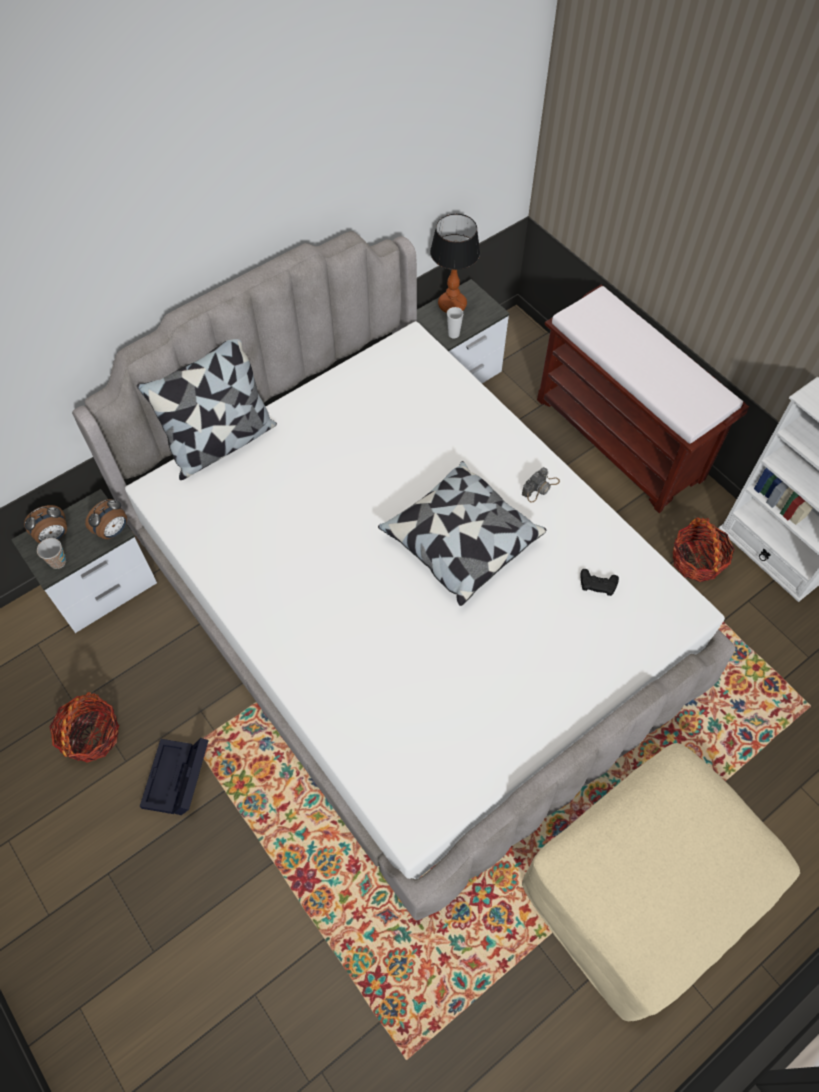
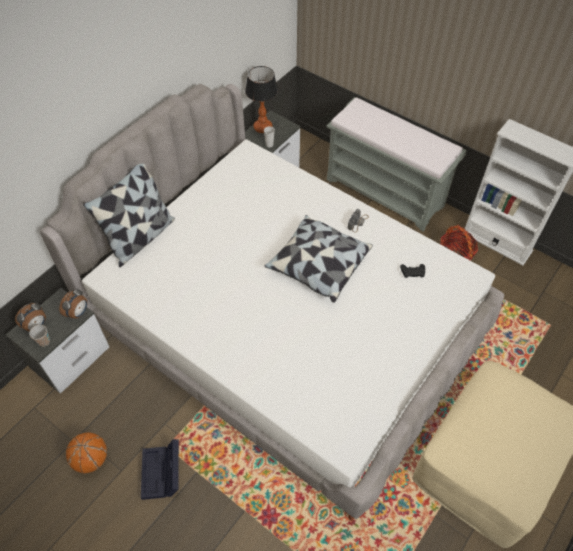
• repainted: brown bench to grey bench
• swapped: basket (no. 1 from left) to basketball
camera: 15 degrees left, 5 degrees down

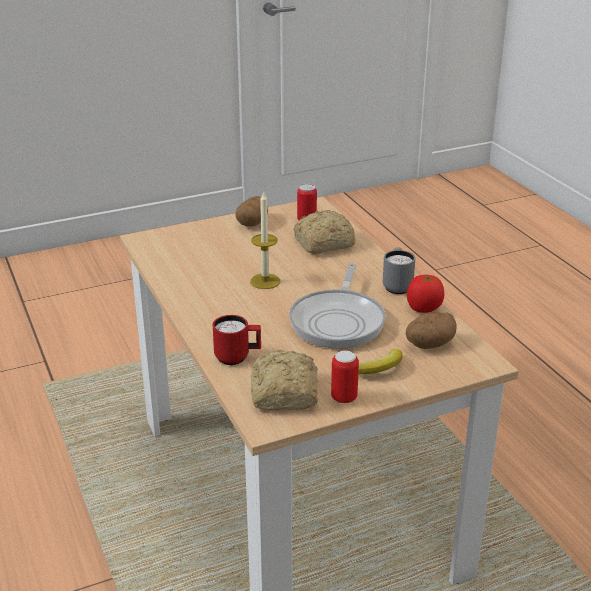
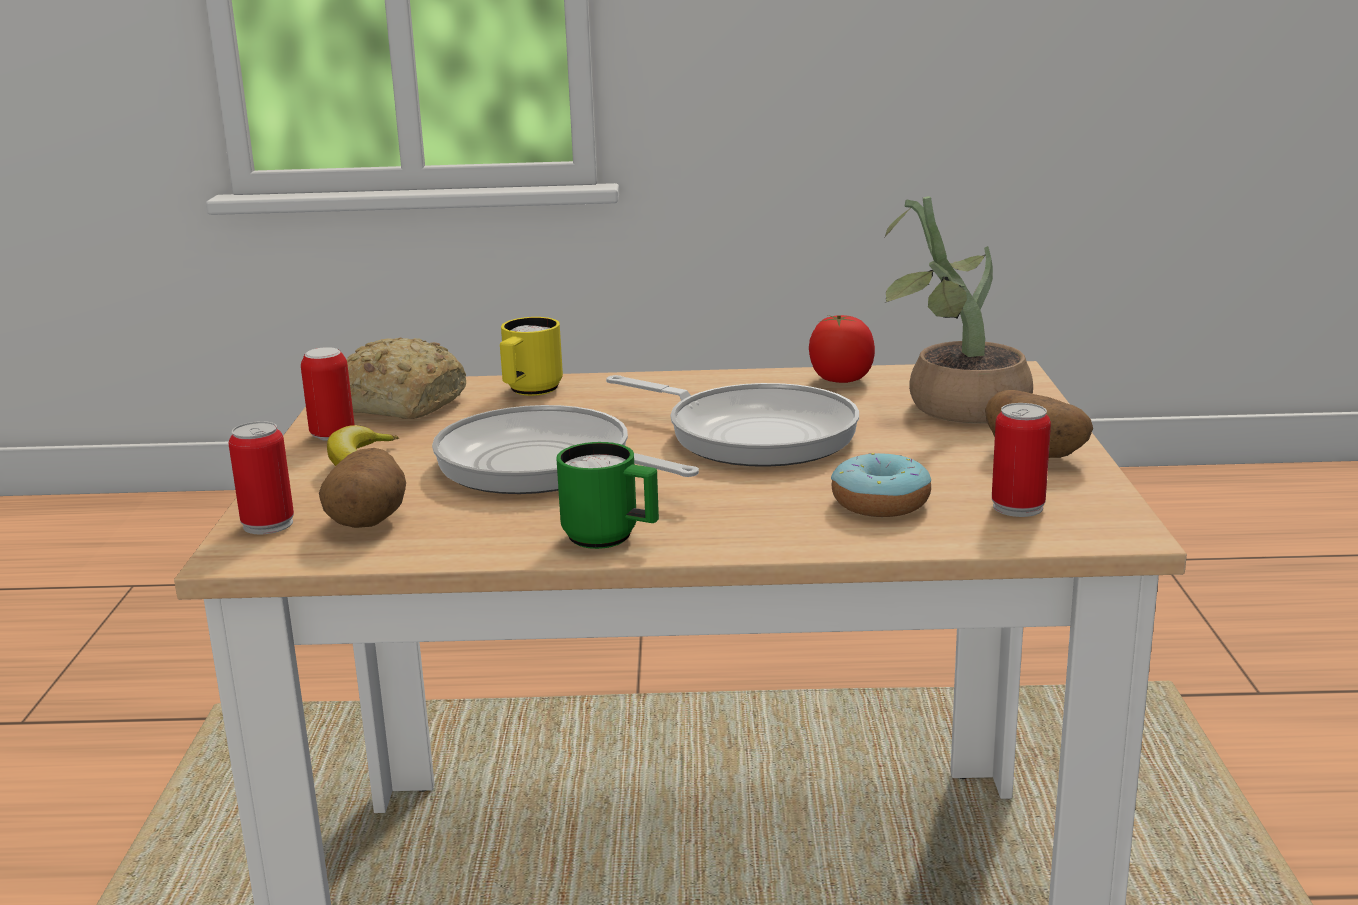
• swapped: candle to frying pan (no. 2 from left)
• swapped: bread (no. 2 from left) to donut
• repainted: grey mug to green mug
• shifted: tomato
• repainted: red mug to yellow mug
• new: potted plant
• new: can (no. 1 from left)
camera: 115 degrees right, 10 degrees down

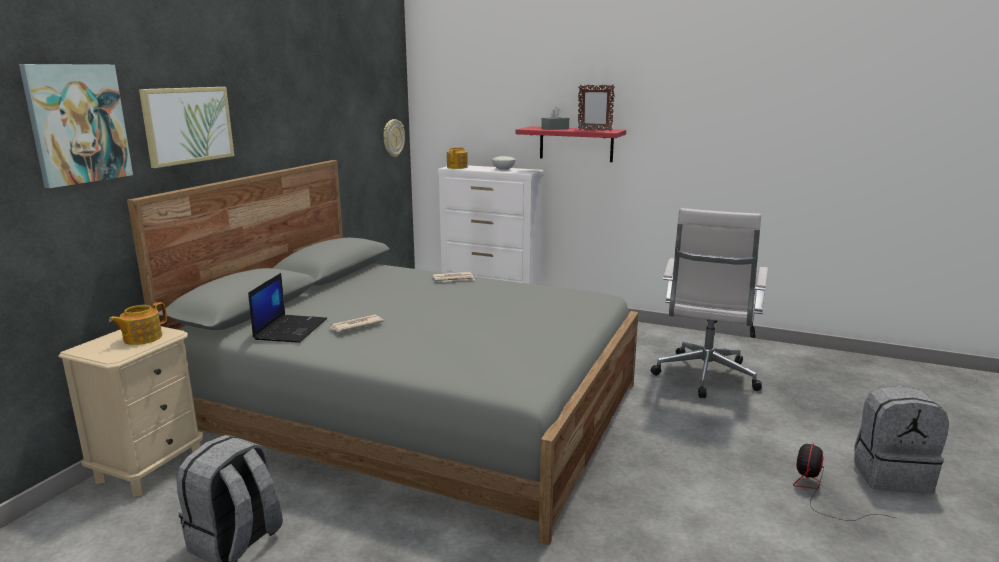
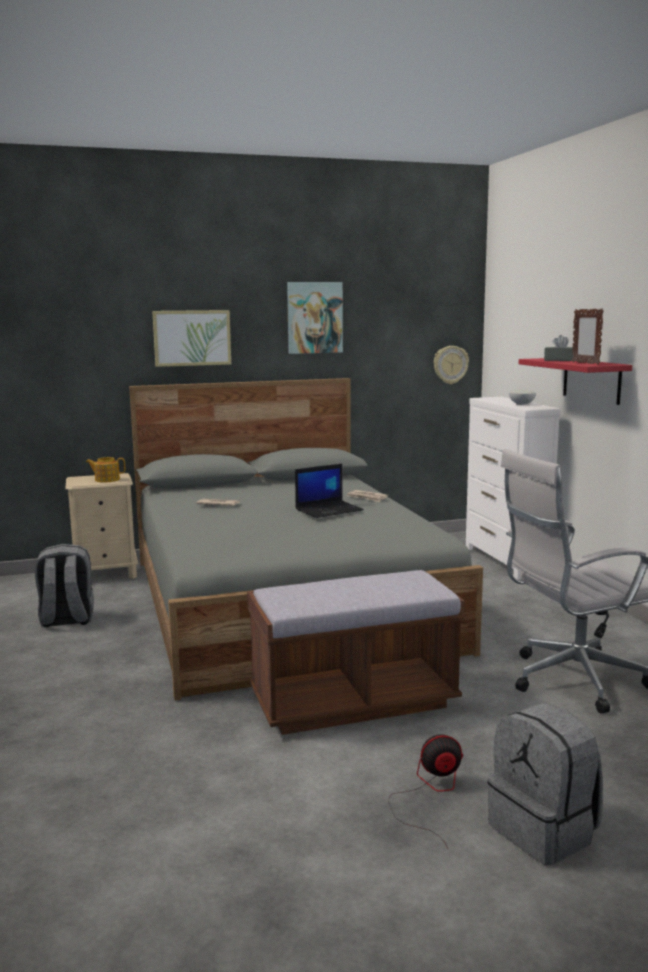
• shifted: picture (no. 1 from left in the first image) to picture (no. 2 from left)
• gone: teapot (no. 2 from left)
• shifted: laptop
• new: brown bench
camera: 50 degrees right, 5 degrees down

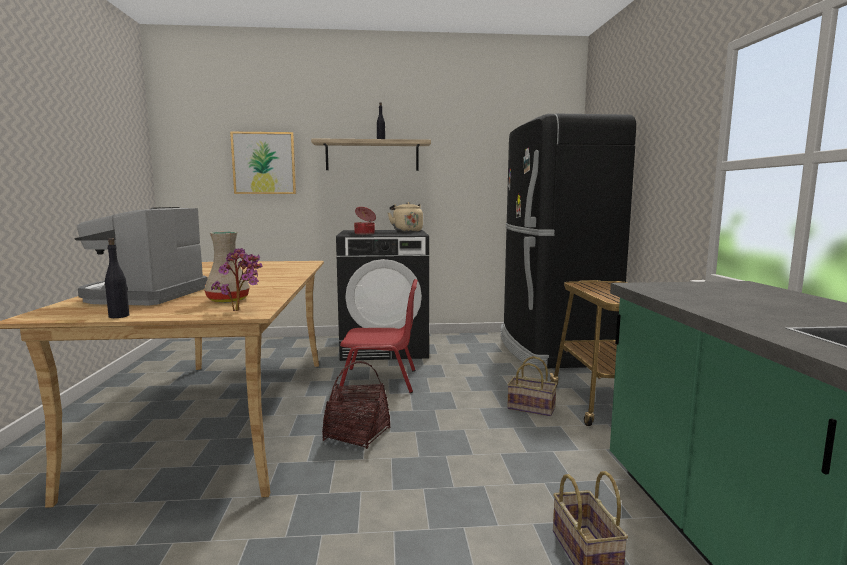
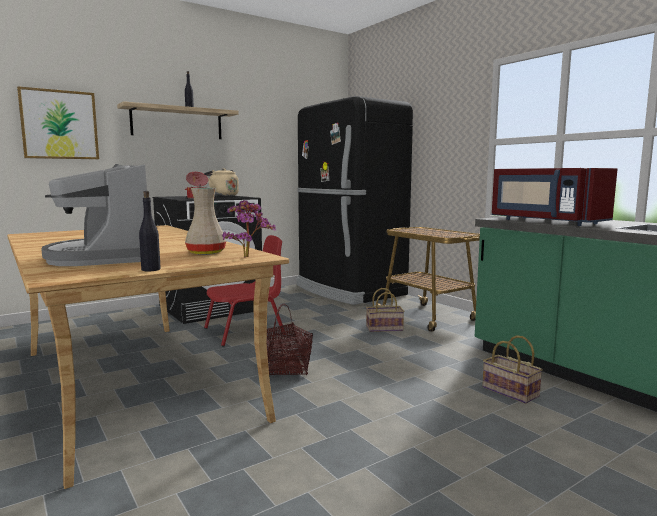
• new: red microwave
camera: 30 degrees left, 0 degrees up

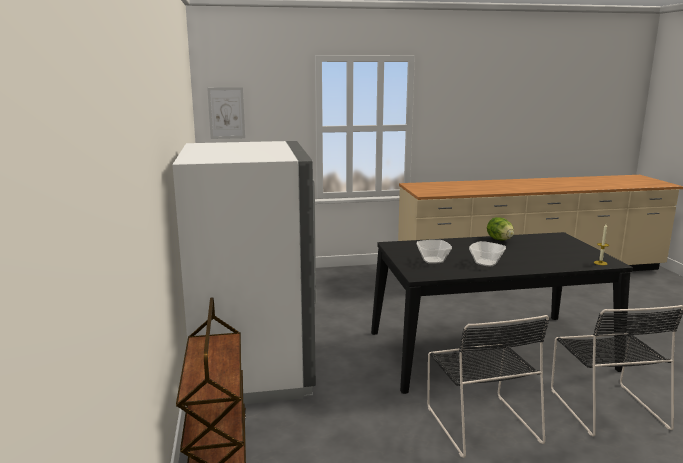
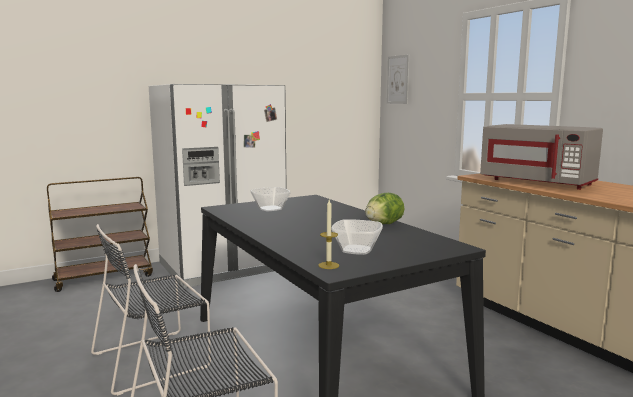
• shifted: bowl (no. 2 from left)
• new: grey microwave
camera: 70 degrees right, 5 degrees down

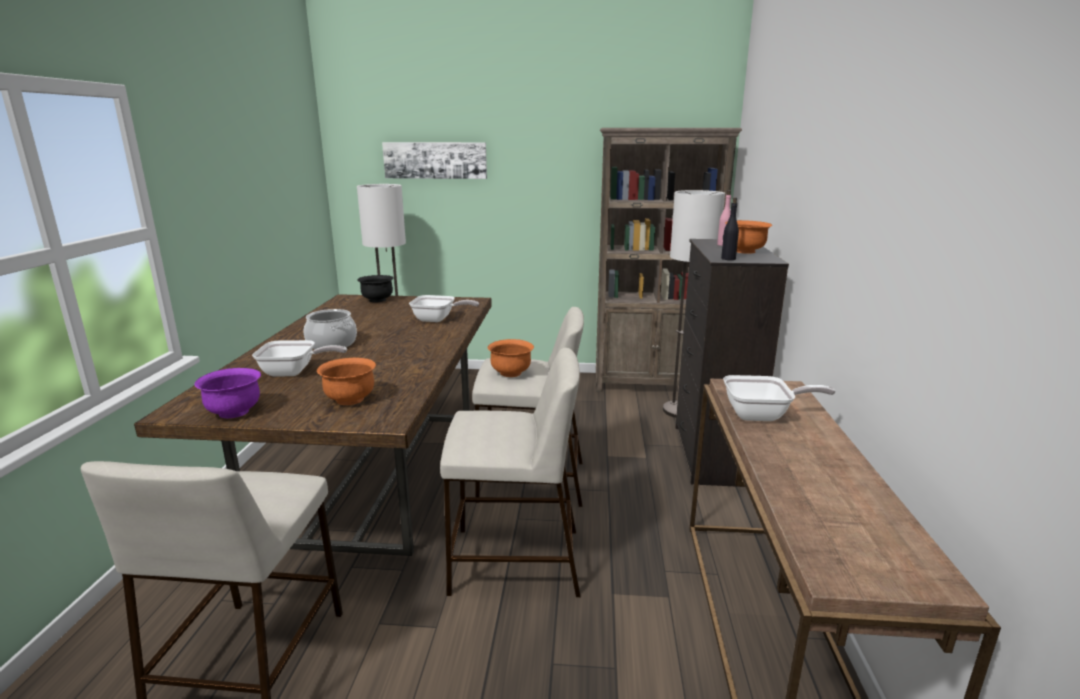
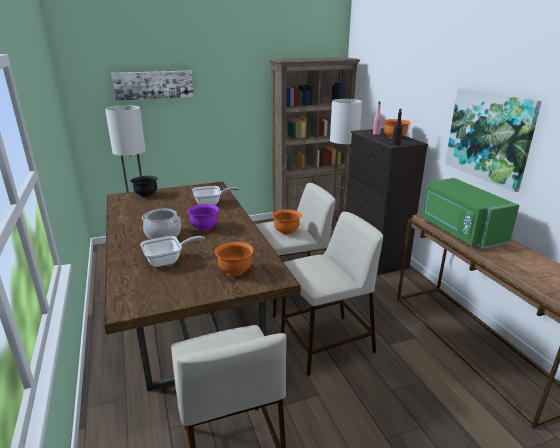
• shifted: purple bowl
• swapped: frying pan (no. 3 from left) to green microwave
• new: picture (no. 2 from left)
camera: 25 degrees left, 5 degrees up

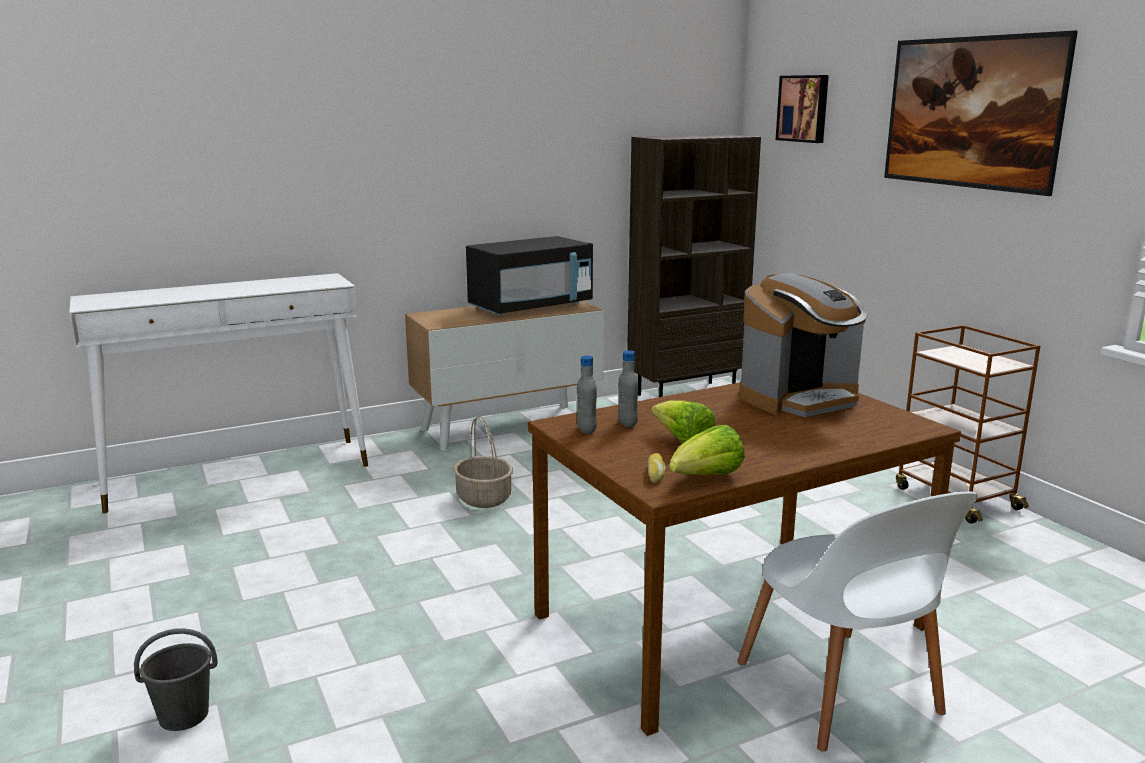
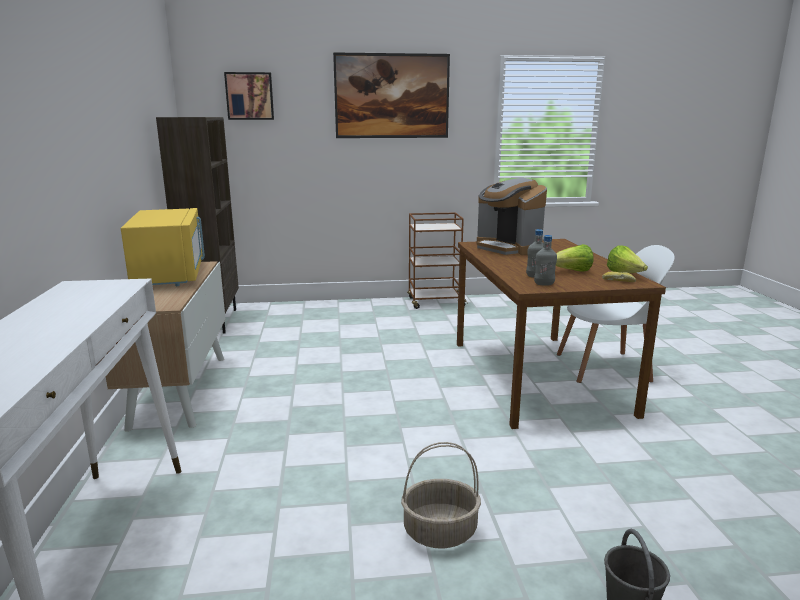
• repainted: black microwave to yellow microwave
• rotated: coffee machine 150 degrees clockwise
• shifted: basket
camera: 70 degrees left, 0 degrees up

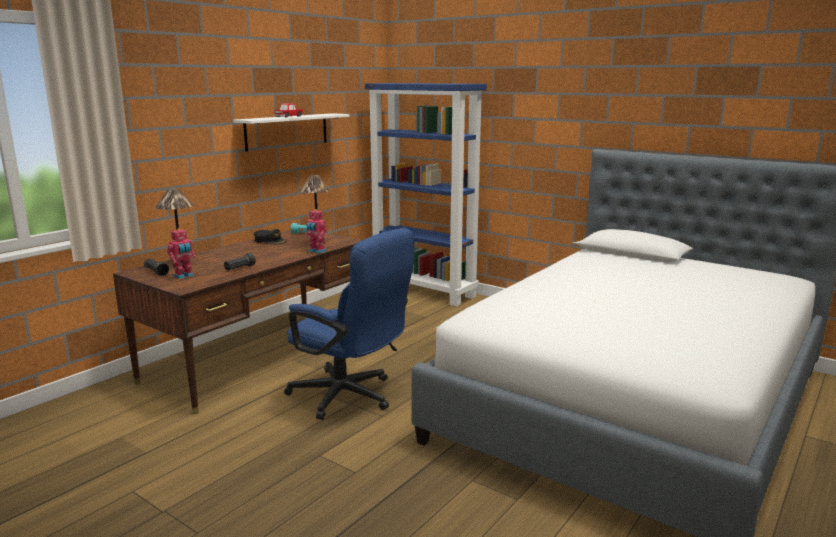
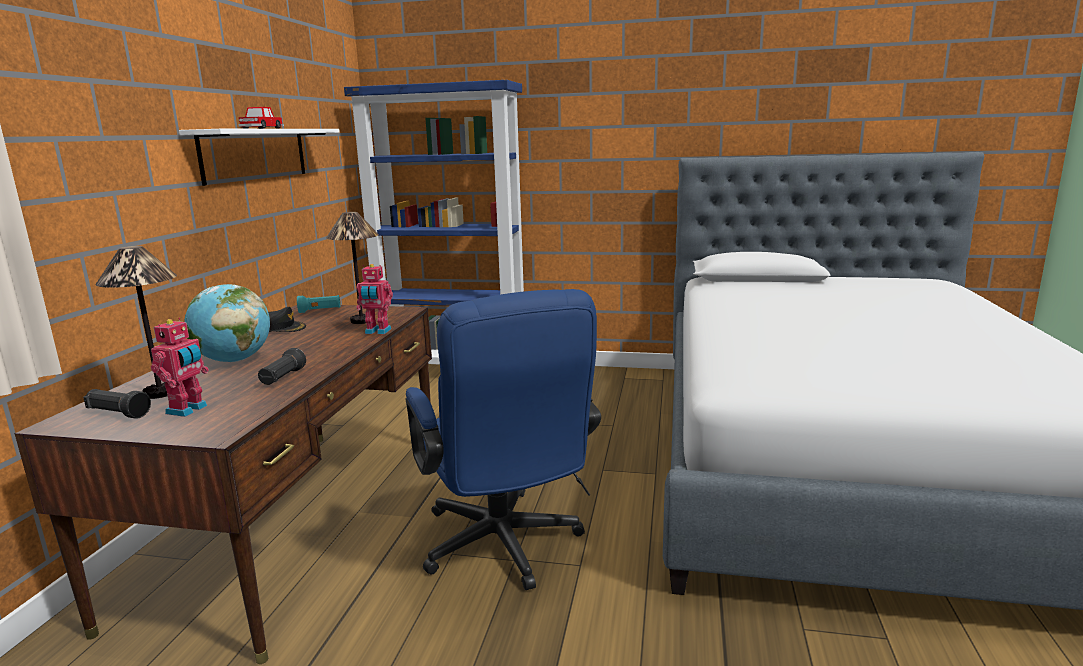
• rotated: blue office chair 60 degrees clockwise
• new: globe
camera: 25 degrees left, 0 degrees up

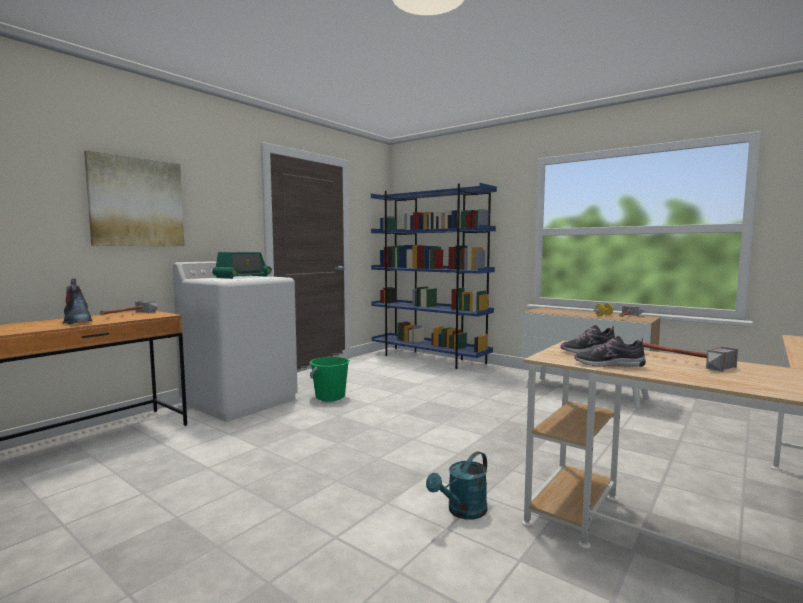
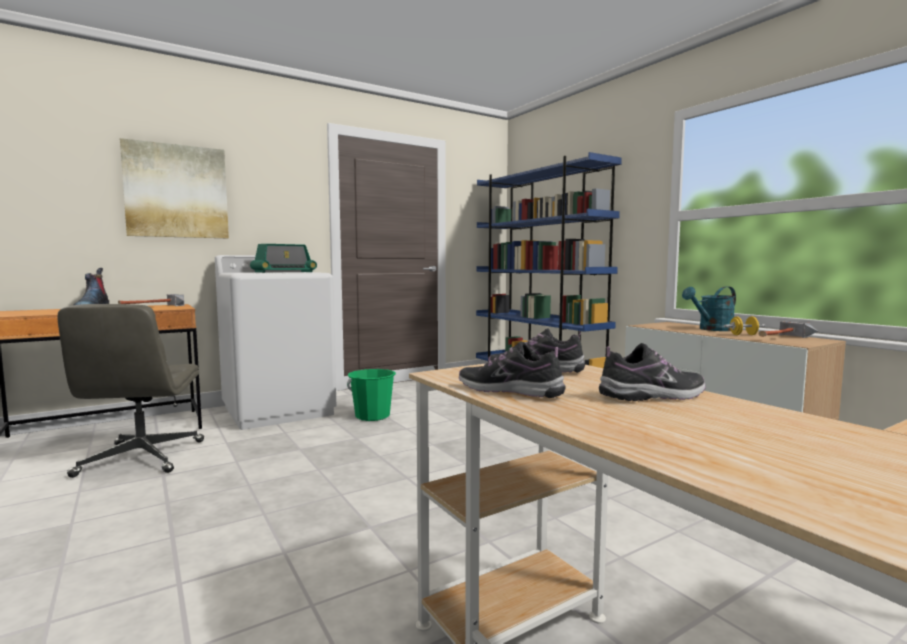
• swapped: hammer (no. 3 from left) to shoe (no. 3 from left)
• shifted: turquoise watering can
• new: grey office chair
camera: 20 degrees right, 0 degrees up

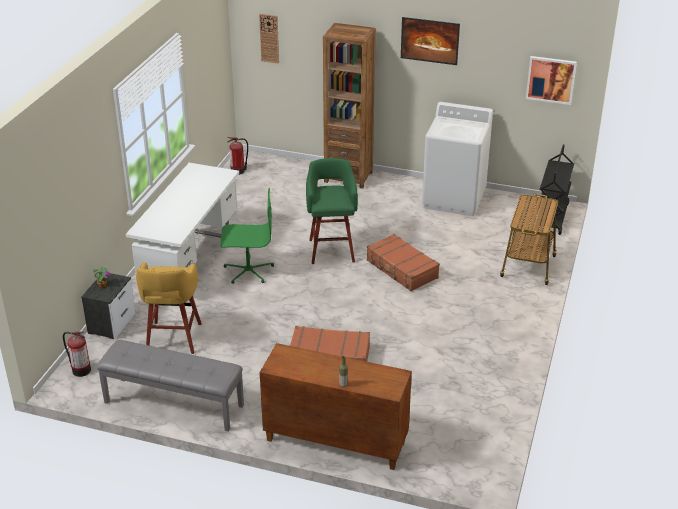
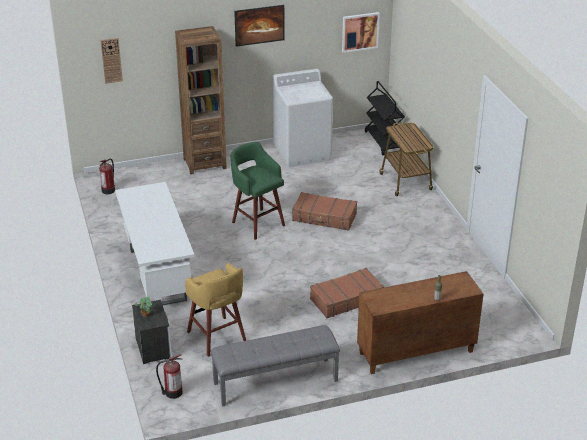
• gone: green office chair
camera: 35 degrees left, 0 degrees up

